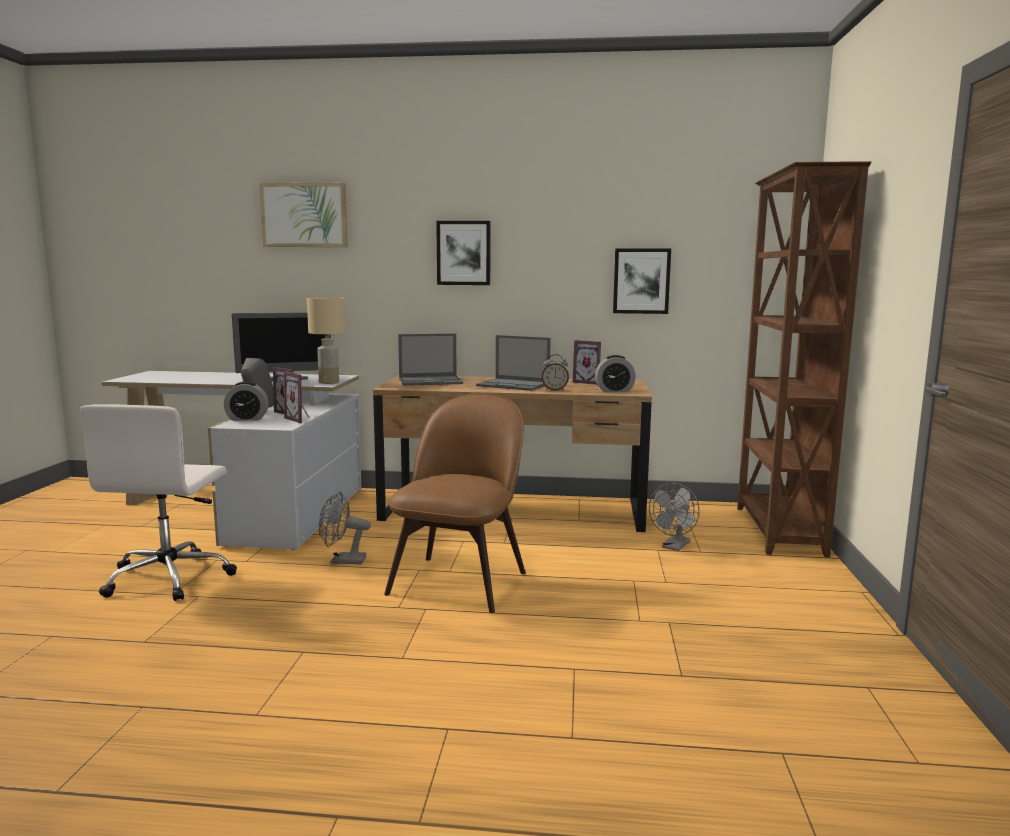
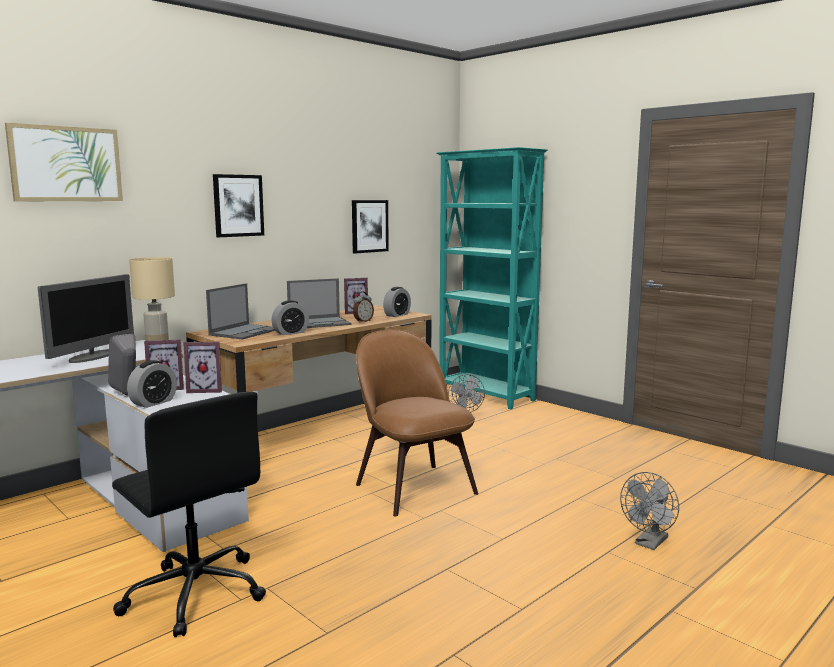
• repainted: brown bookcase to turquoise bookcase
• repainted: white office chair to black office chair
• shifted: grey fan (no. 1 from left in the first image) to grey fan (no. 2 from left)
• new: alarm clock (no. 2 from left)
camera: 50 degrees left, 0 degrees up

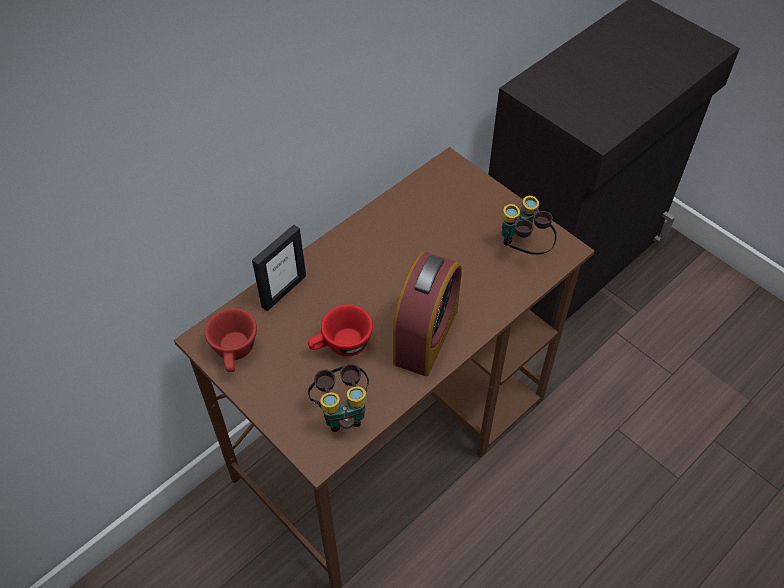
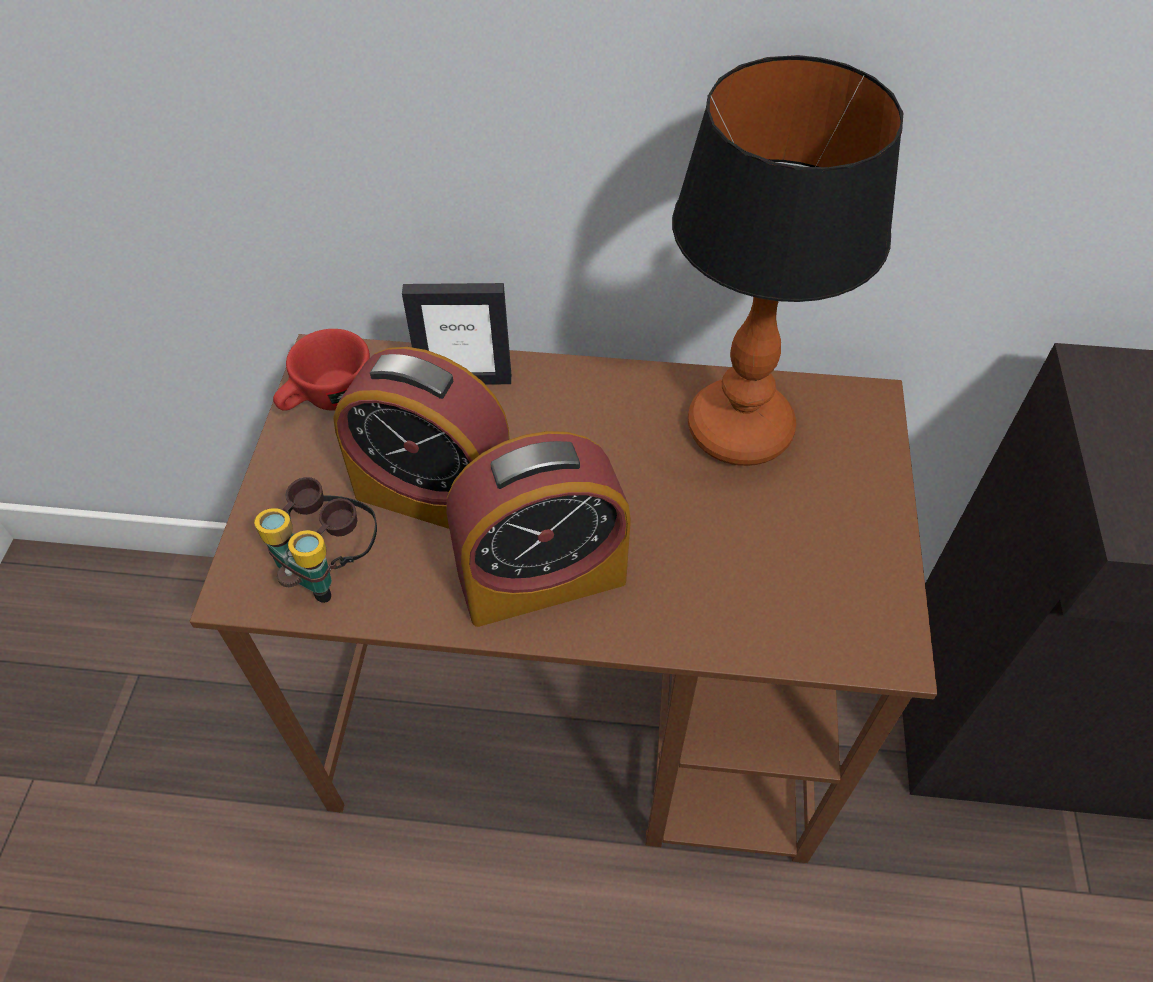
• gone: binoculars (no. 2 from left)
• swapped: red cup (no. 2 from left) to alarm clock (no. 1 from left)
• new: table lamp
camera: 50 degrees right, 0 degrees up

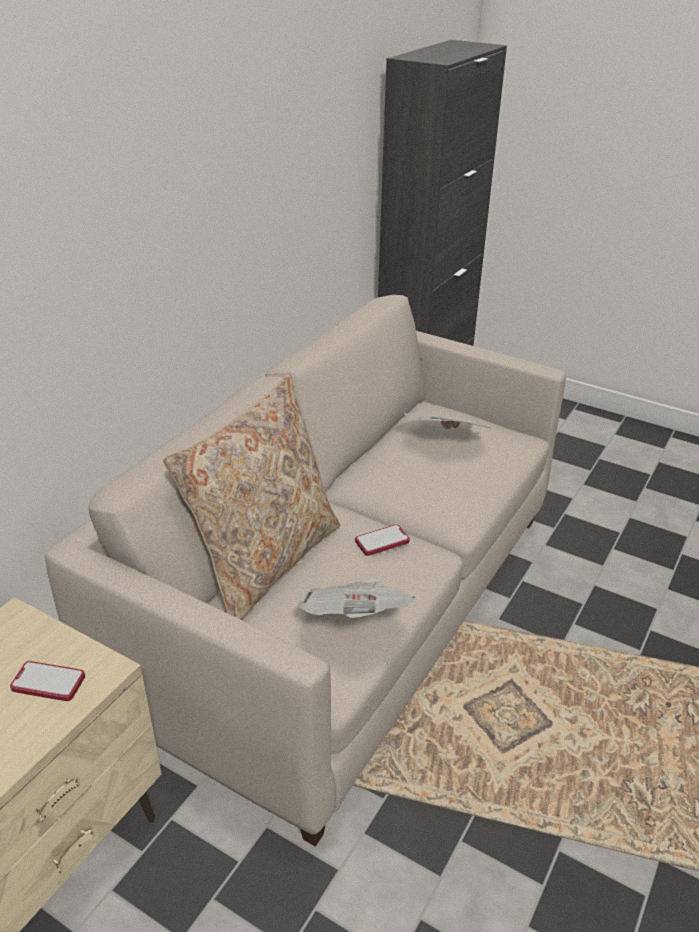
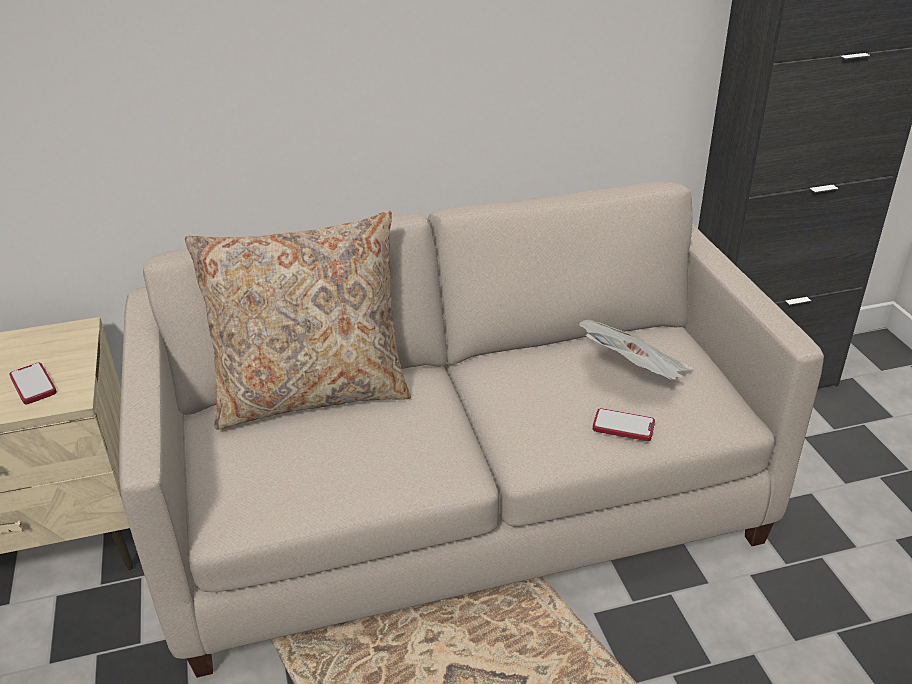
• shifted: phone (no. 2 from left)
• gone: newspaper (no. 1 from left)
camera: 45 degrees right, 0 degrees up

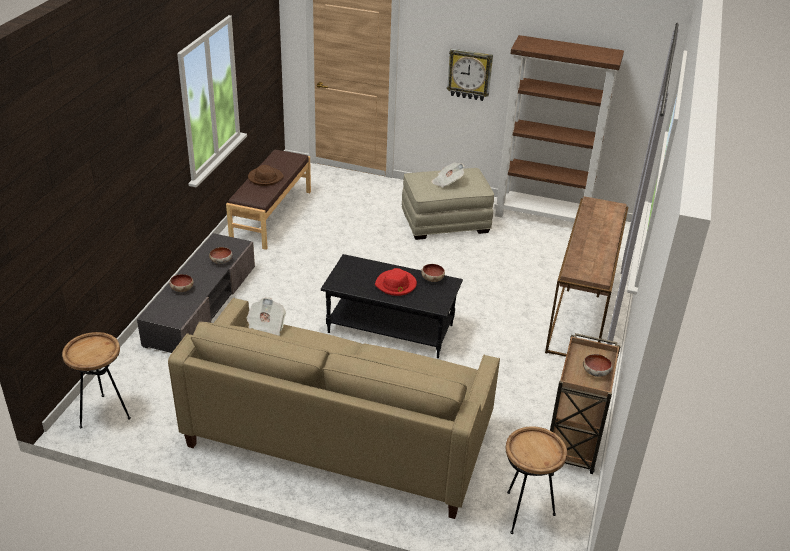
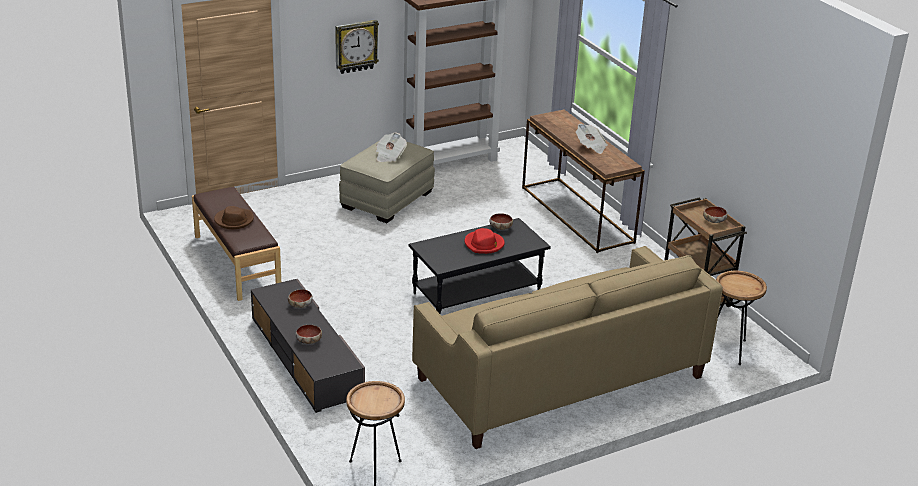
• shifted: newspaper (no. 1 from left in the first image) to newspaper (no. 2 from left)
camera: 45 degrees left, 5 degrees down

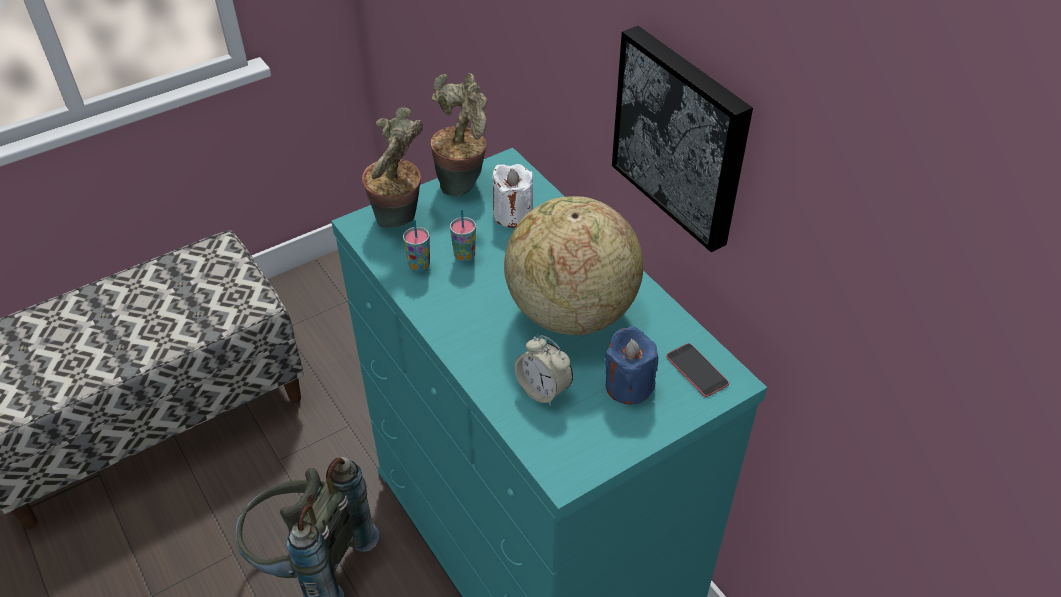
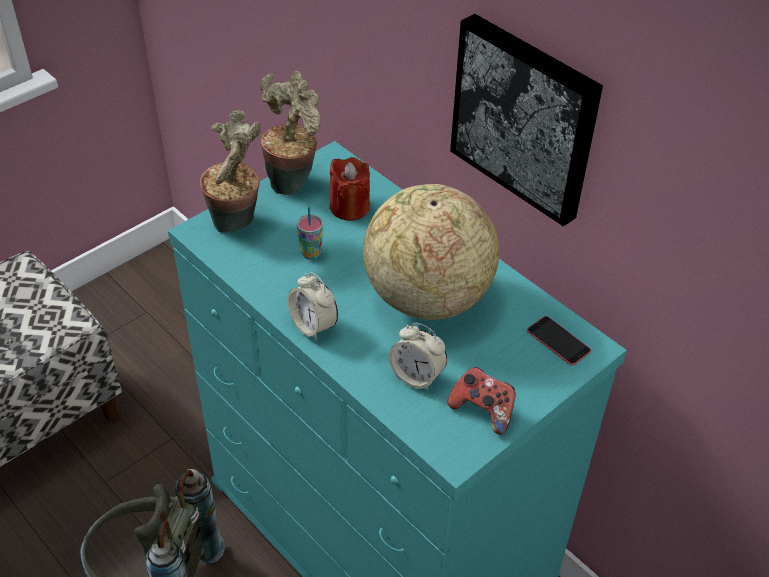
• repainted: white candle to red candle
• gone: cup (no. 1 from left)
• gone: blue candle
• new: alarm clock (no. 1 from left)
• new: game controller
camera: 10 degrees left, 0 degrees up

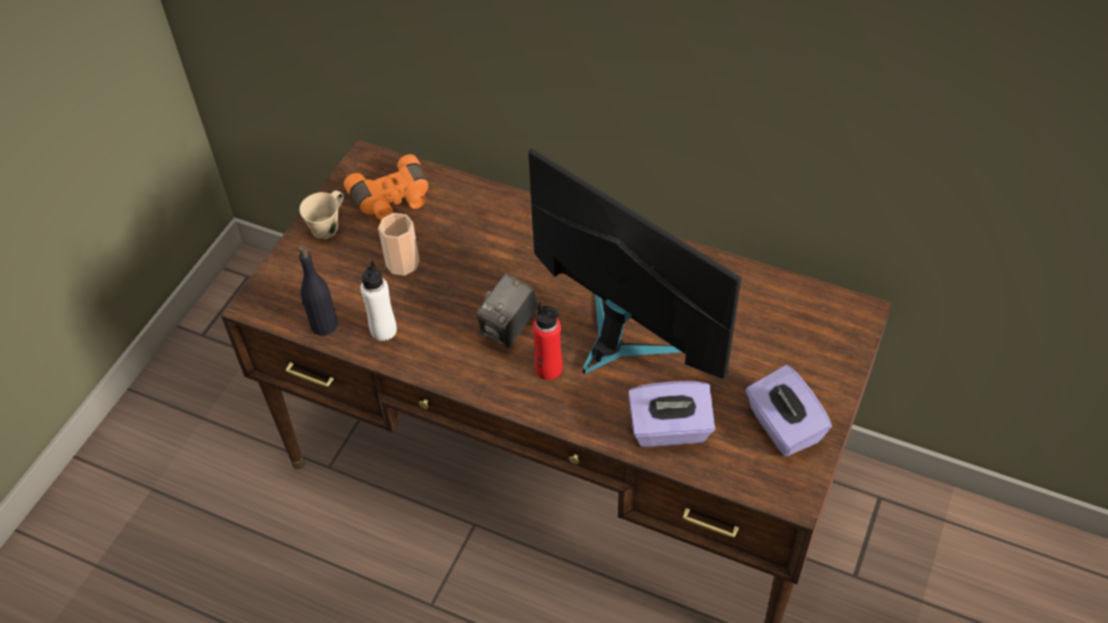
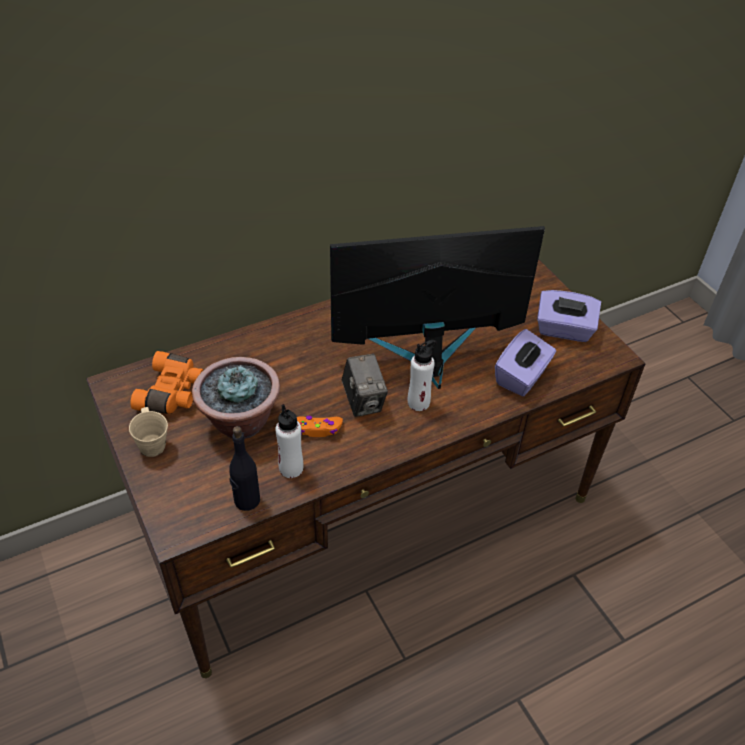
• swapped: cup to potted plant
• repainted: red bottle to white bottle (no. 2 from left)
• new: orange game controller
camera: 55 degrees left, 5 degrees down

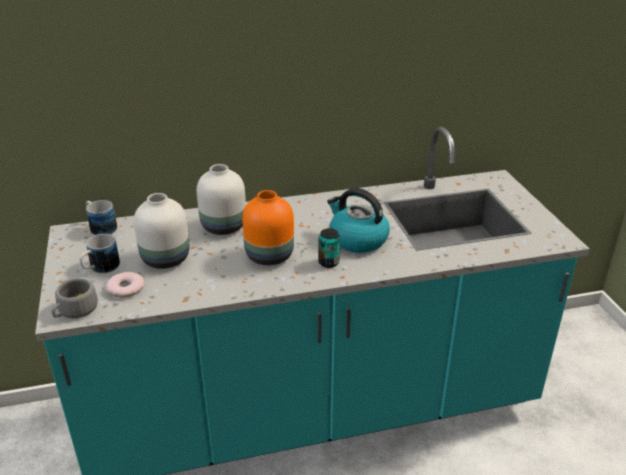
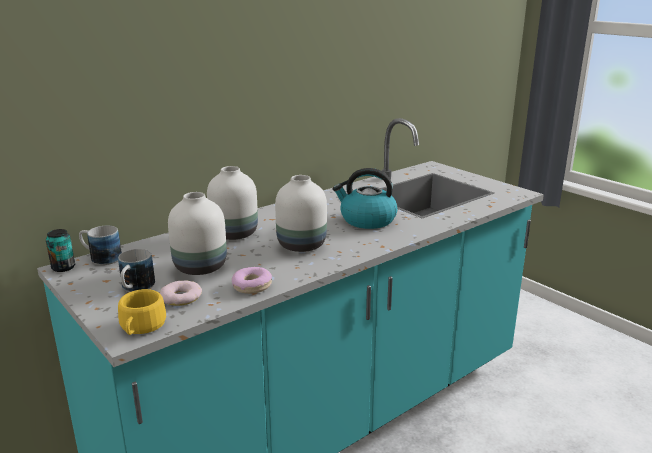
• repainted: orange vase to white vase (no. 3 from left)
• shifted: can
• repainted: grey cup to yellow cup
• new: donut (no. 2 from left)
camera: 25 degrees left, 10 degrees down

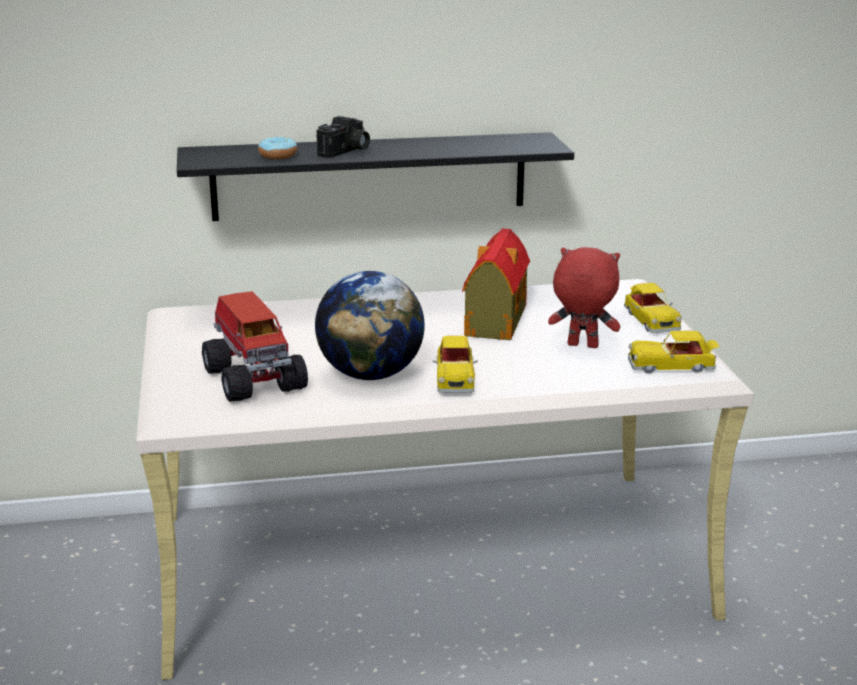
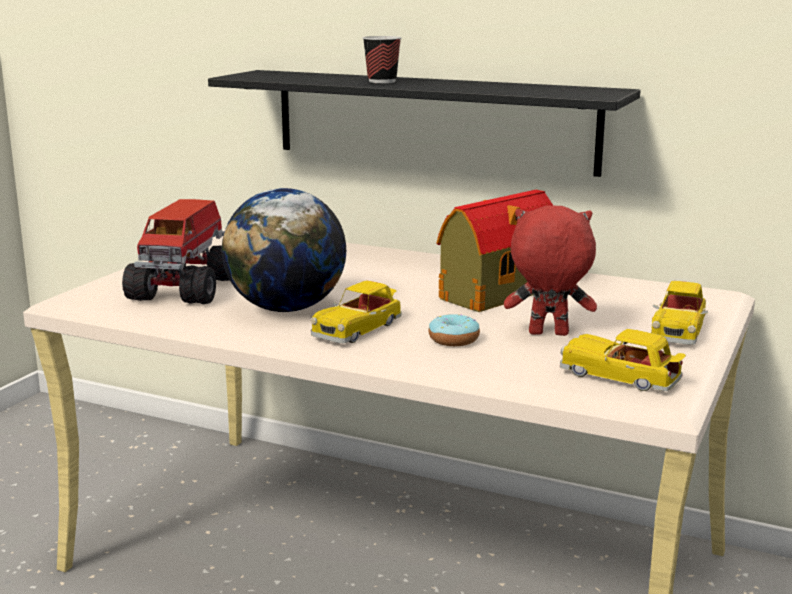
• swapped: photo camera to cup
• shifted: donut
• rotated: red plush toy 45 degrees counterclockwise
camera: 35 degrees right, 5 degrees down

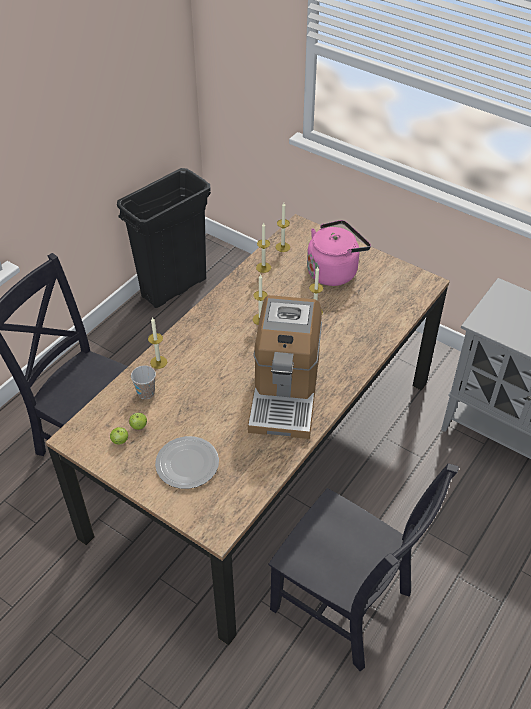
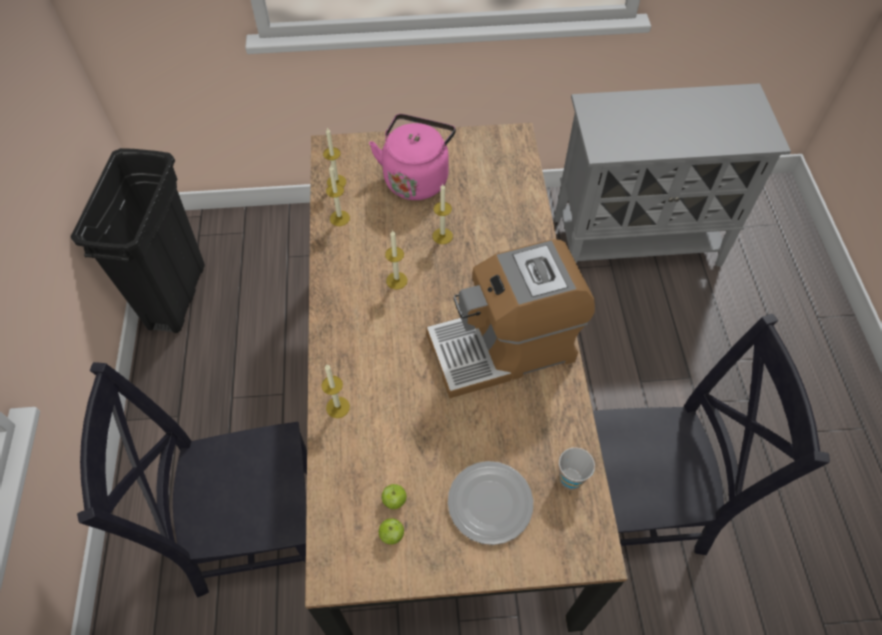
• rotated: coffee machine 105 degrees clockwise
• shifted: cup
camera: 40 degrees left, 10 degrees up

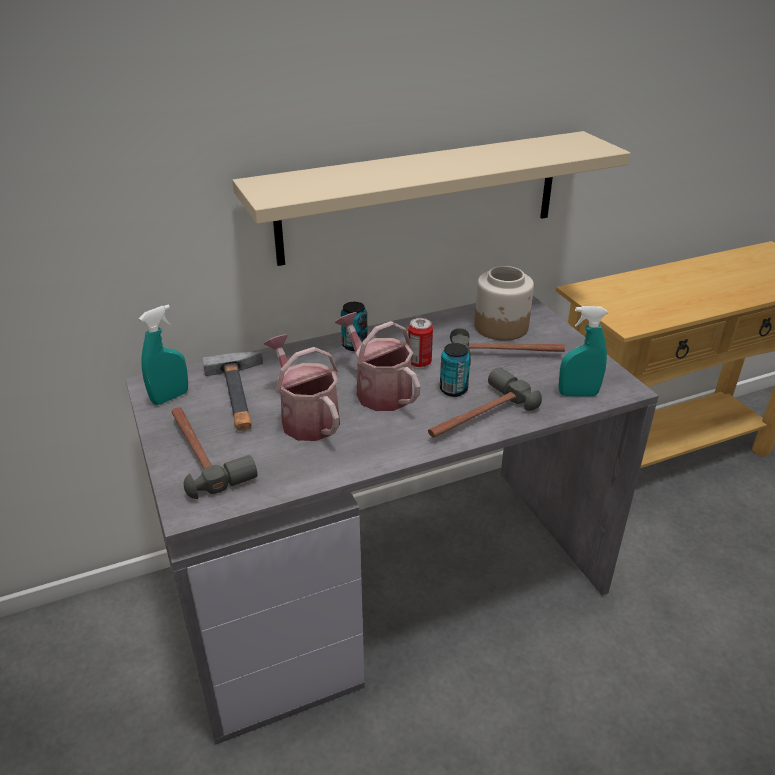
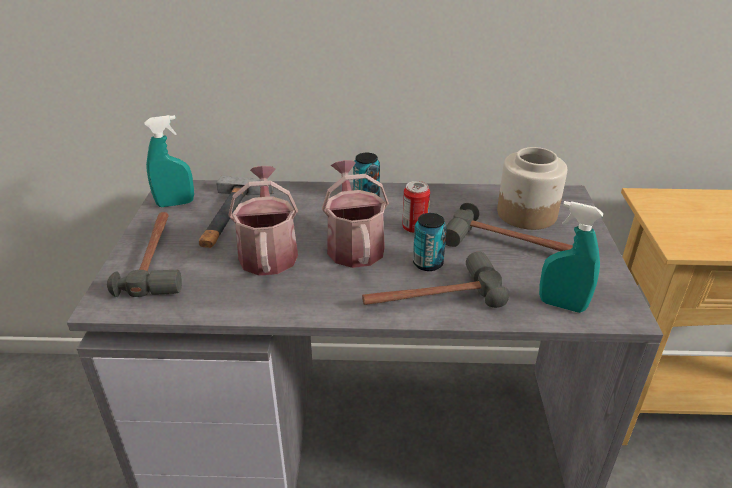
• gone: beige shelf
camera: 25 degrees right, 0 degrees up

